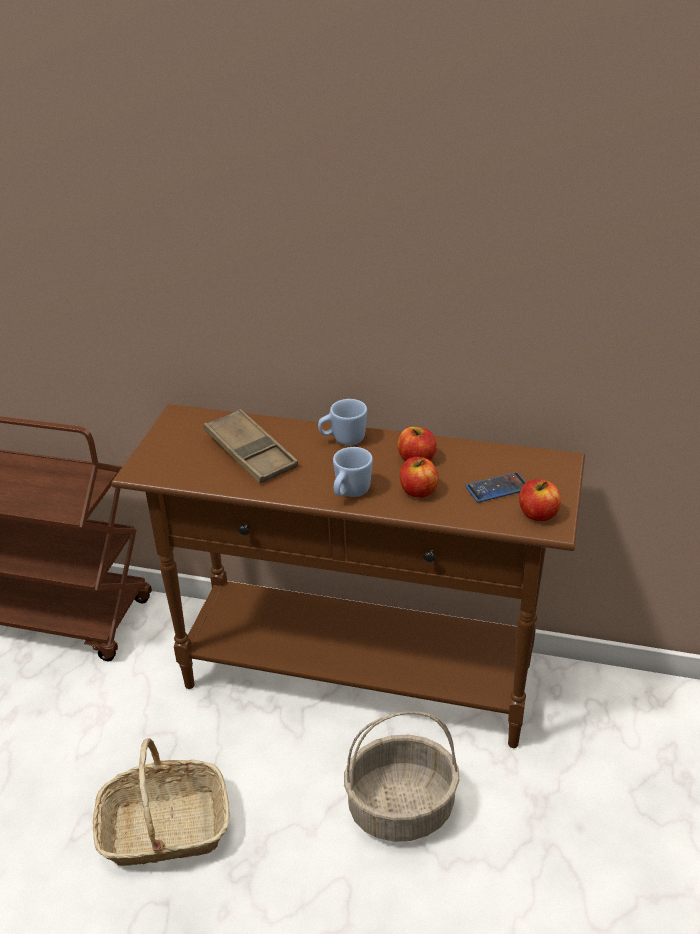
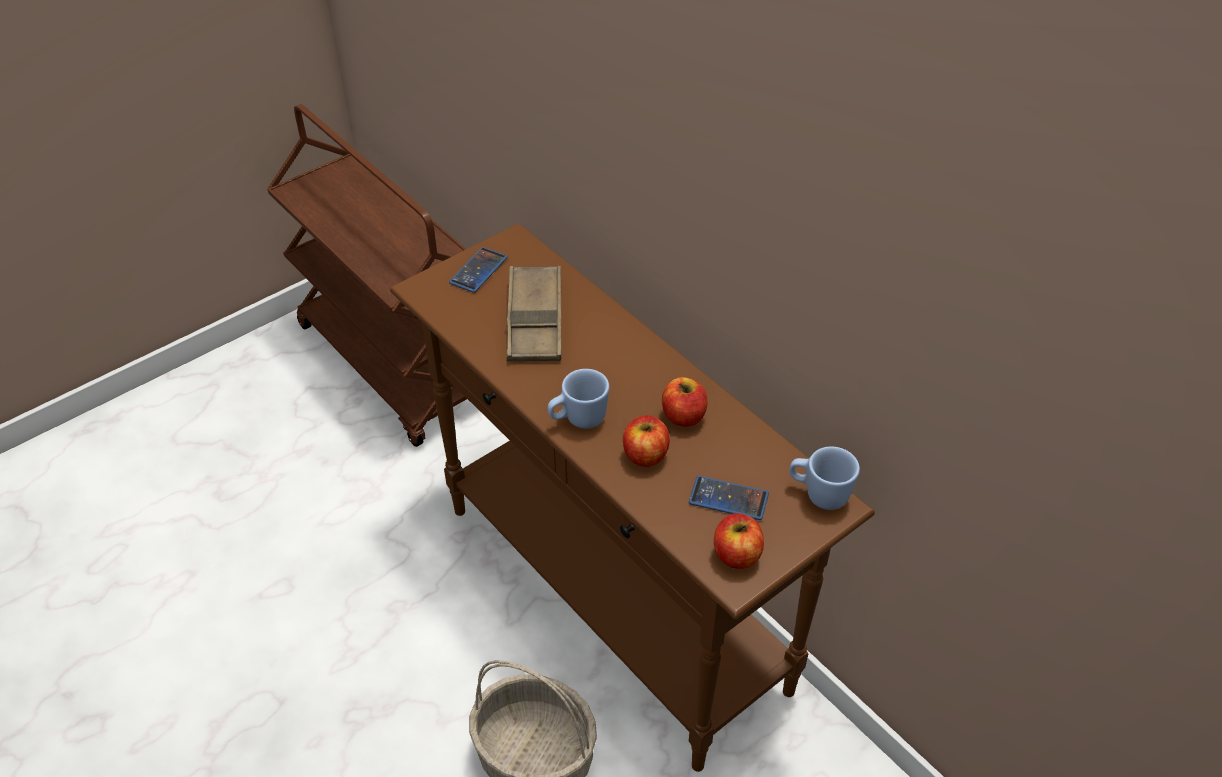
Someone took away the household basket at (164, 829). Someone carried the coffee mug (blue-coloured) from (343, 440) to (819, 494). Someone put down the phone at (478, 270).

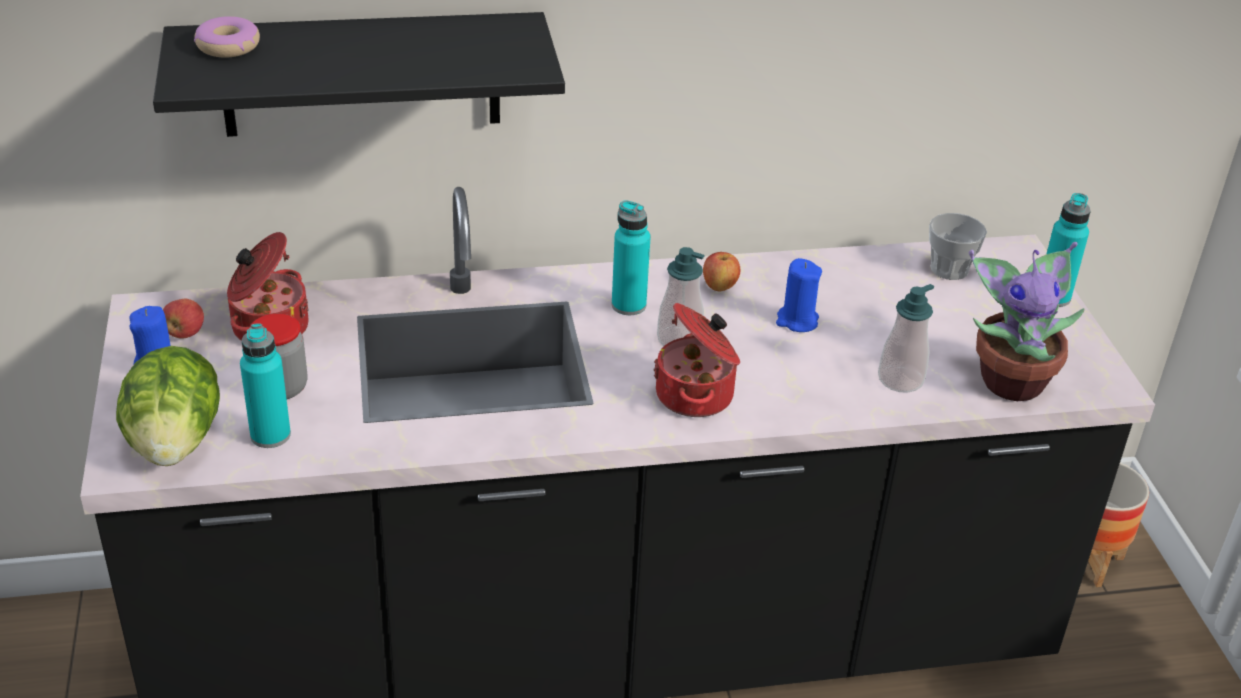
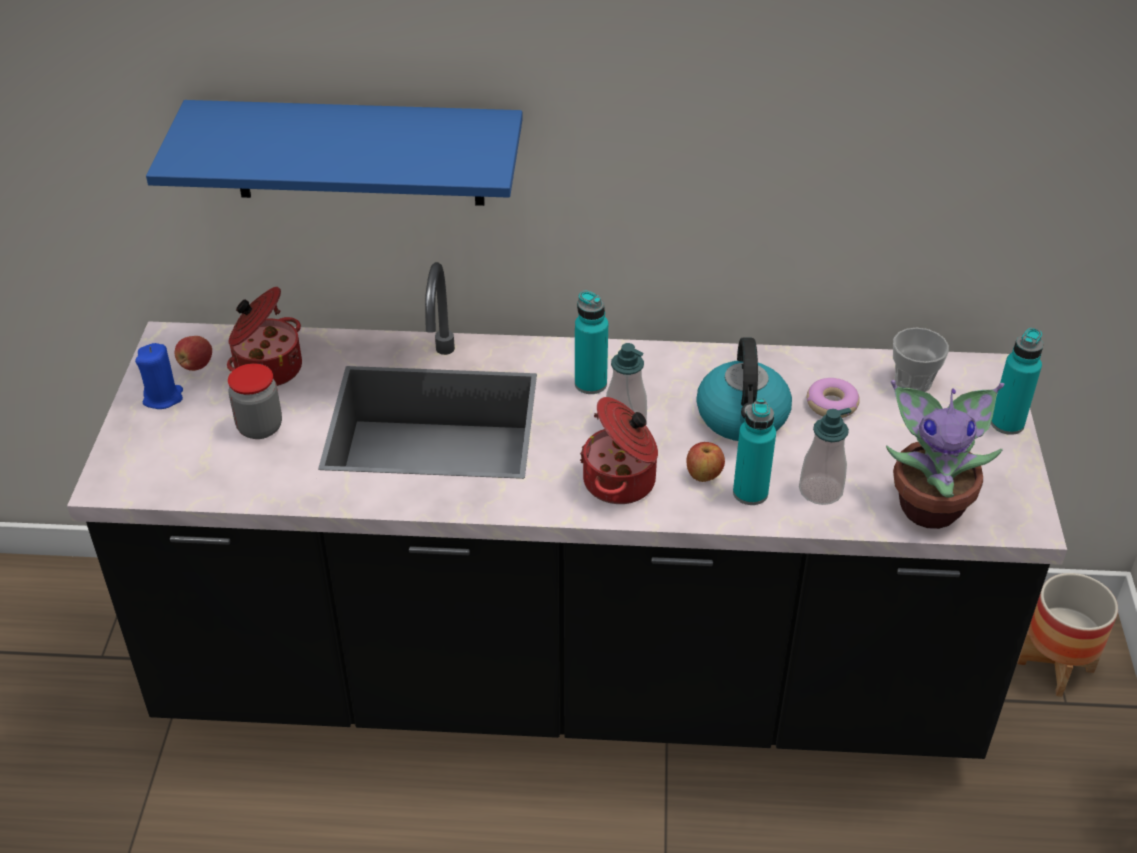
Someone took away the lettuce at (175, 443). Someone repainted the shelf (black) at (361, 74), which became the shelf (blue-coloured) at (357, 153). Someone carried the ring doughnut from (228, 46) to (832, 404). Someone carried the beverage bottle (turquoise) from (270, 435) to (750, 493). Someone carried the whole apple from (719, 286) to (703, 475). Someone swapped the wax candle (blue-coloured) at (797, 321) for the kettle at (743, 418).

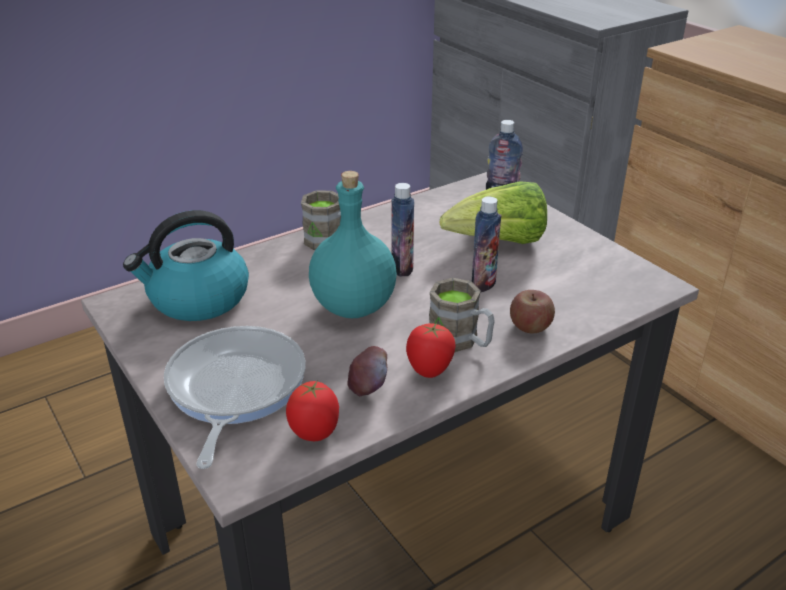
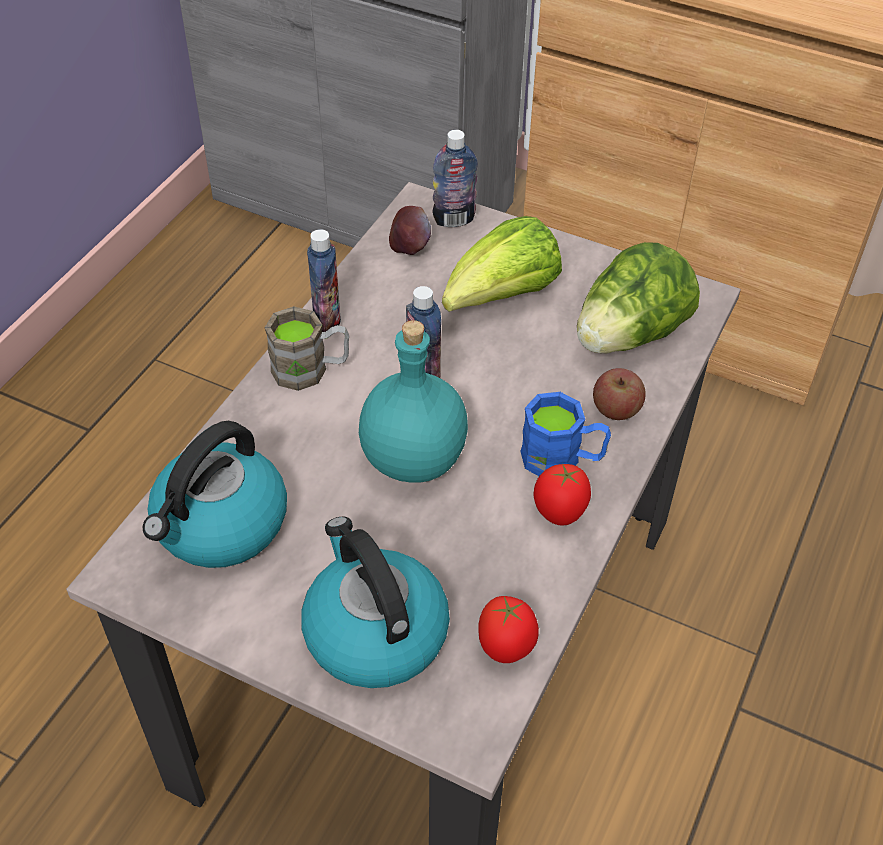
Someone swapped the skillet at (234, 389) for the kettle at (374, 632). Someone carried the whole apple from (367, 388) to (409, 246). Someone repainted the coffee mug (brownish) at (461, 341), which became the coffee mug (blue-coloured) at (562, 459). Someone carried the beverage bottle from (483, 283) to (327, 321). Someone put down the lettuce at (629, 336).

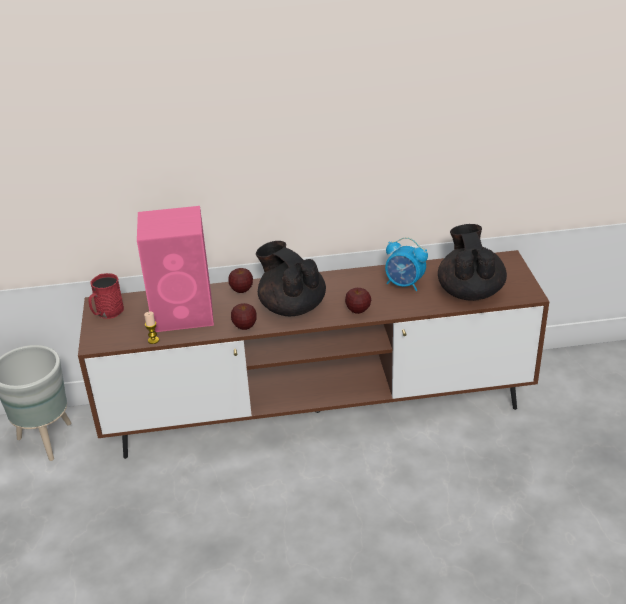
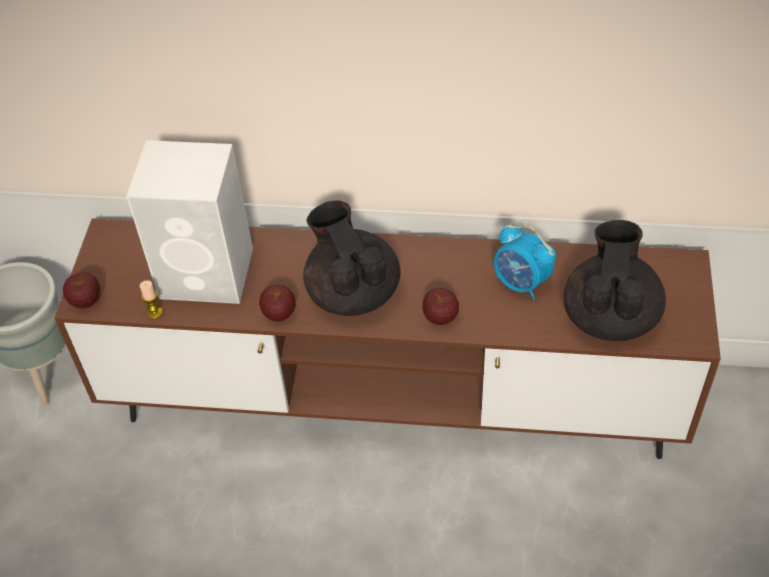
Someone took away the coffee mug (red) at (107, 312). Someone repainted the loudspeaker (pink) at (185, 313), which became the loudspeaker (white-coloured) at (209, 273). Someone carried the whole apple from (241, 290) to (86, 301).

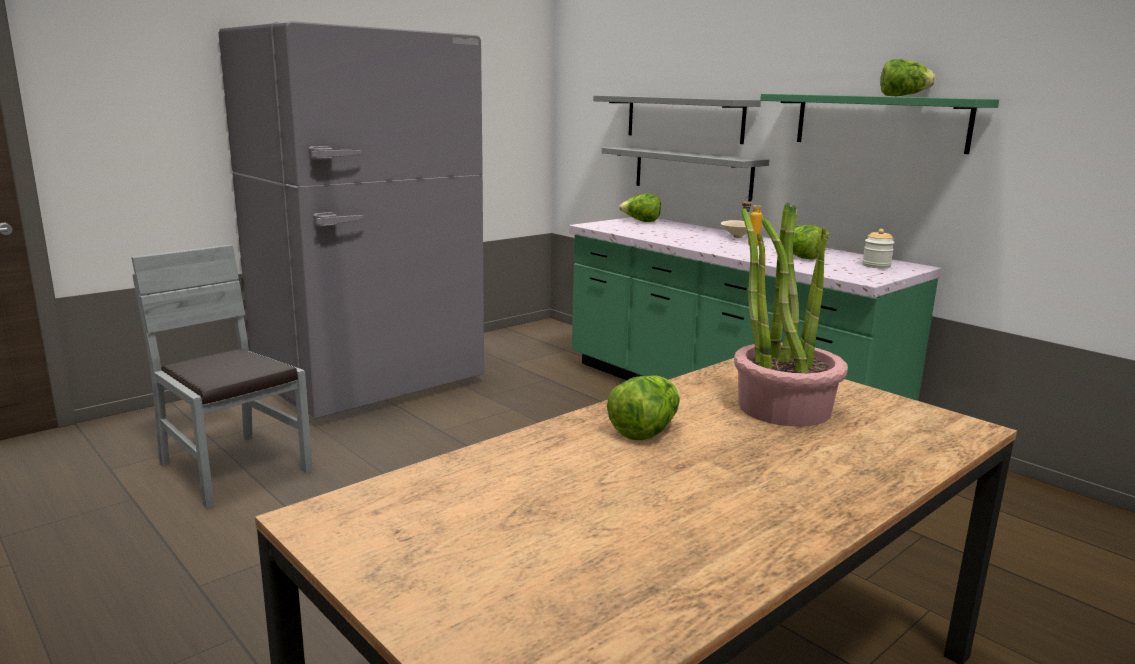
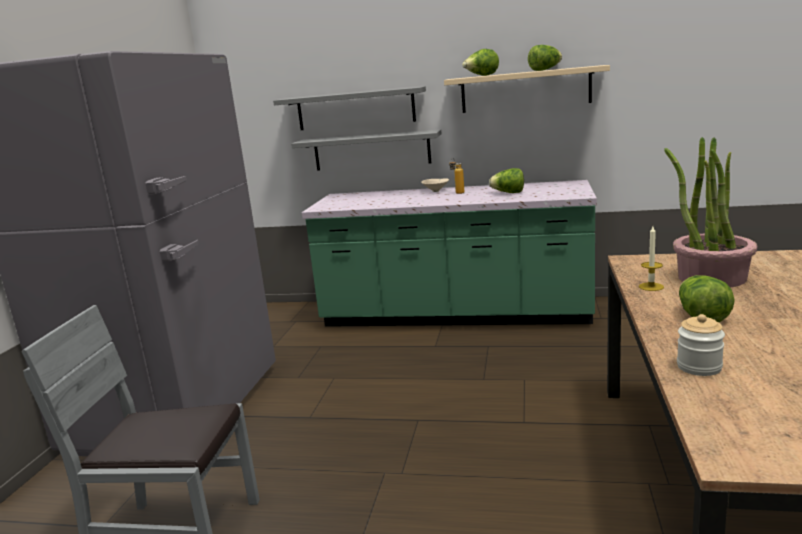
Someone carried the lettuce from (641, 221) to (481, 76). Someone repainted the shelf (greenish) at (879, 122), which became the shelf (sand-coloured) at (525, 90). Someone carried the jar from (876, 266) to (699, 367). Someone put down the wax candle at (651, 287).

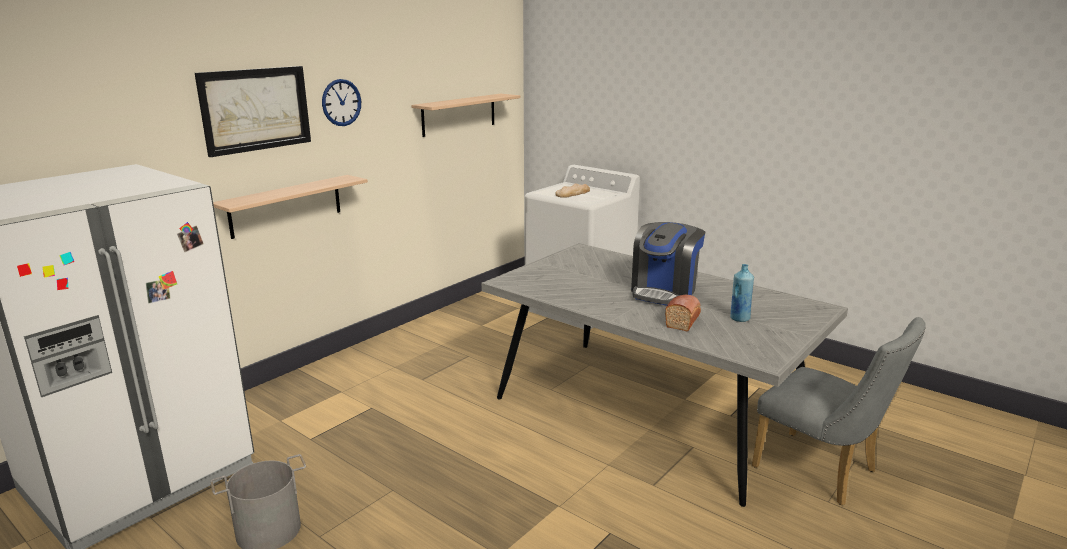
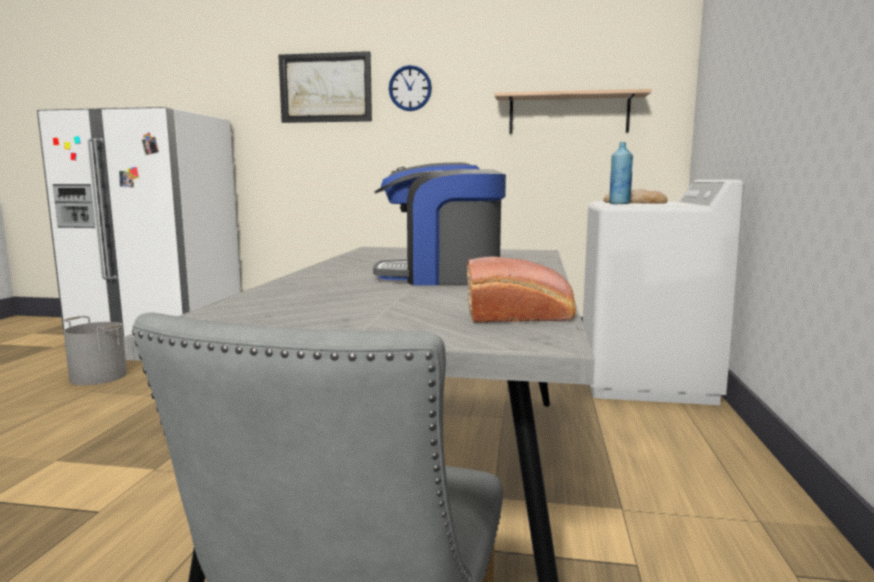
Someone took away the shelf at (286, 206). Someone carried the baked bread from (683, 320) to (521, 317). Someone carried the beverage bottle (blue-coloured) from (739, 318) to (619, 204).

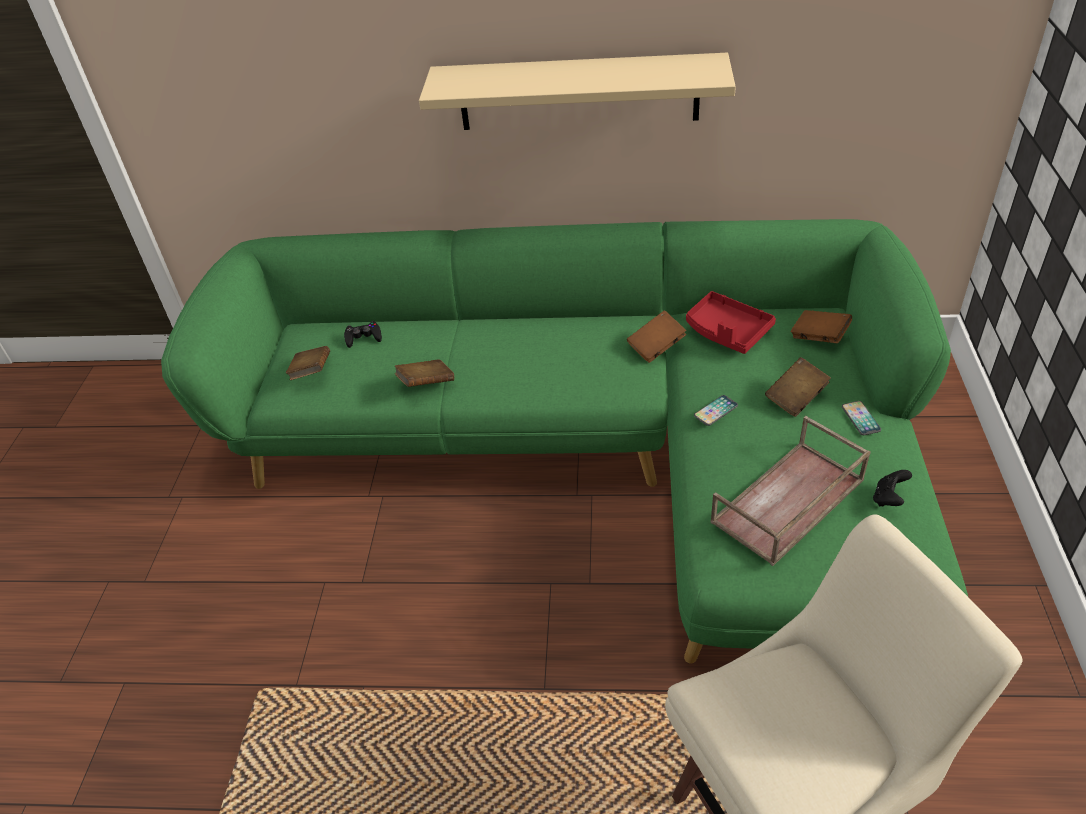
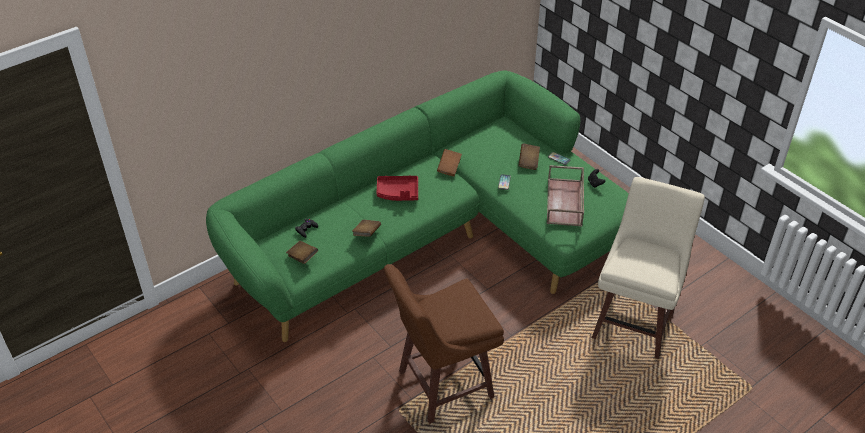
Someone took away the shelf (sand-coloured) at (578, 92). Someone carried the tray (red) from (727, 331) to (398, 193). Someone took away the volume (brownish) at (819, 337). Someone put down the sitting stool (brownish) at (442, 385).

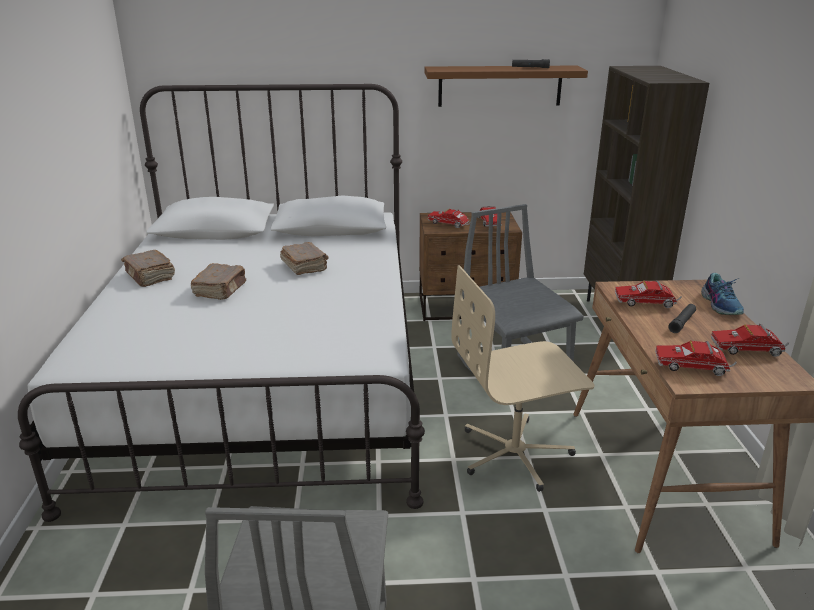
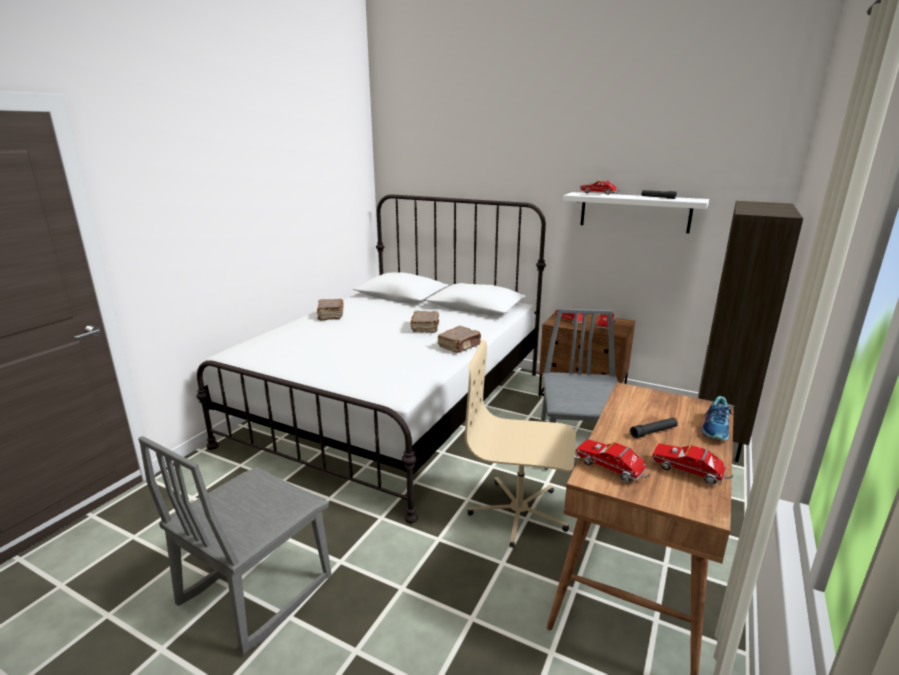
Someone carried the volume (brownish) from (221, 290) to (460, 346). Someone repainted the shelf (brownish) at (500, 86), which became the shelf (white-coloured) at (634, 212). Someone carried the toy truck from (647, 303) to (600, 194).

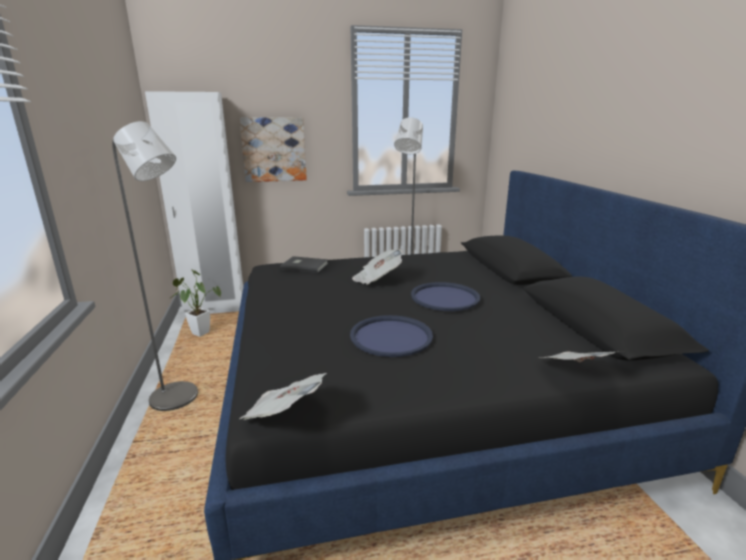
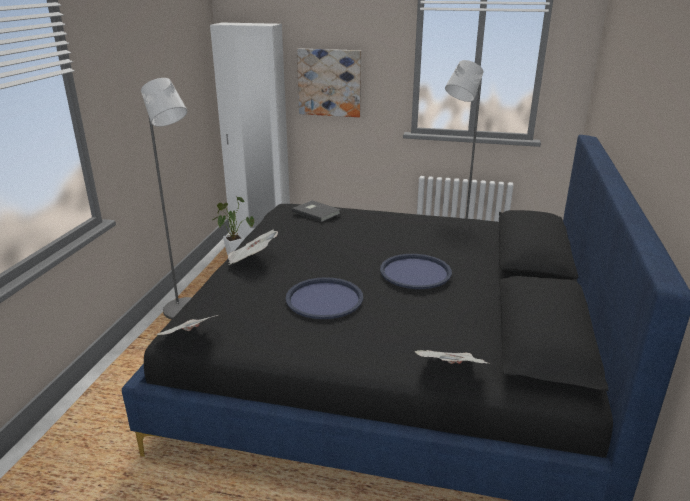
Someone carried the printed paper from (377, 279) to (251, 260).

